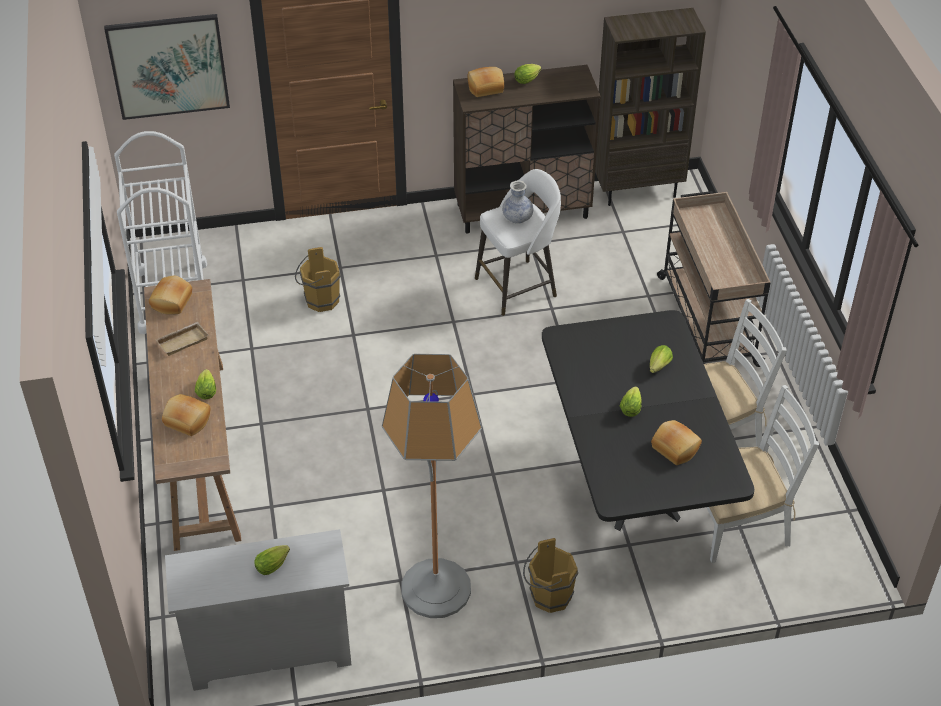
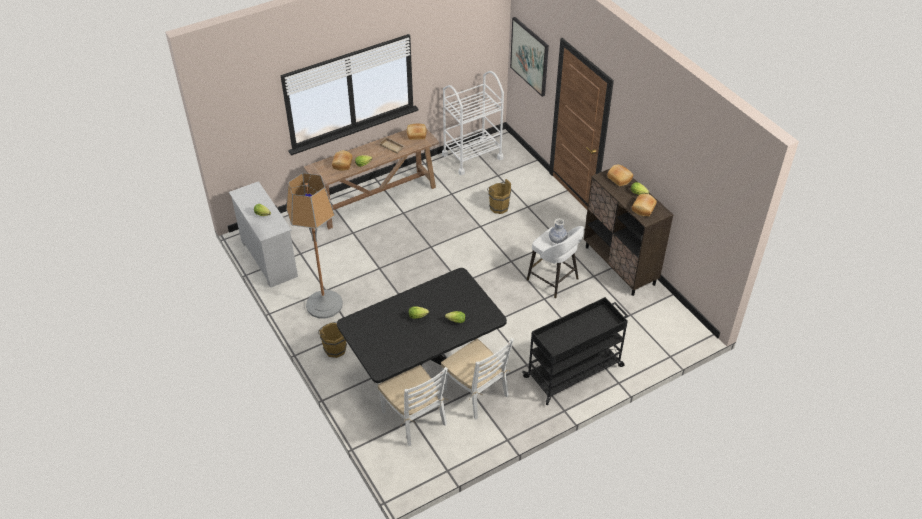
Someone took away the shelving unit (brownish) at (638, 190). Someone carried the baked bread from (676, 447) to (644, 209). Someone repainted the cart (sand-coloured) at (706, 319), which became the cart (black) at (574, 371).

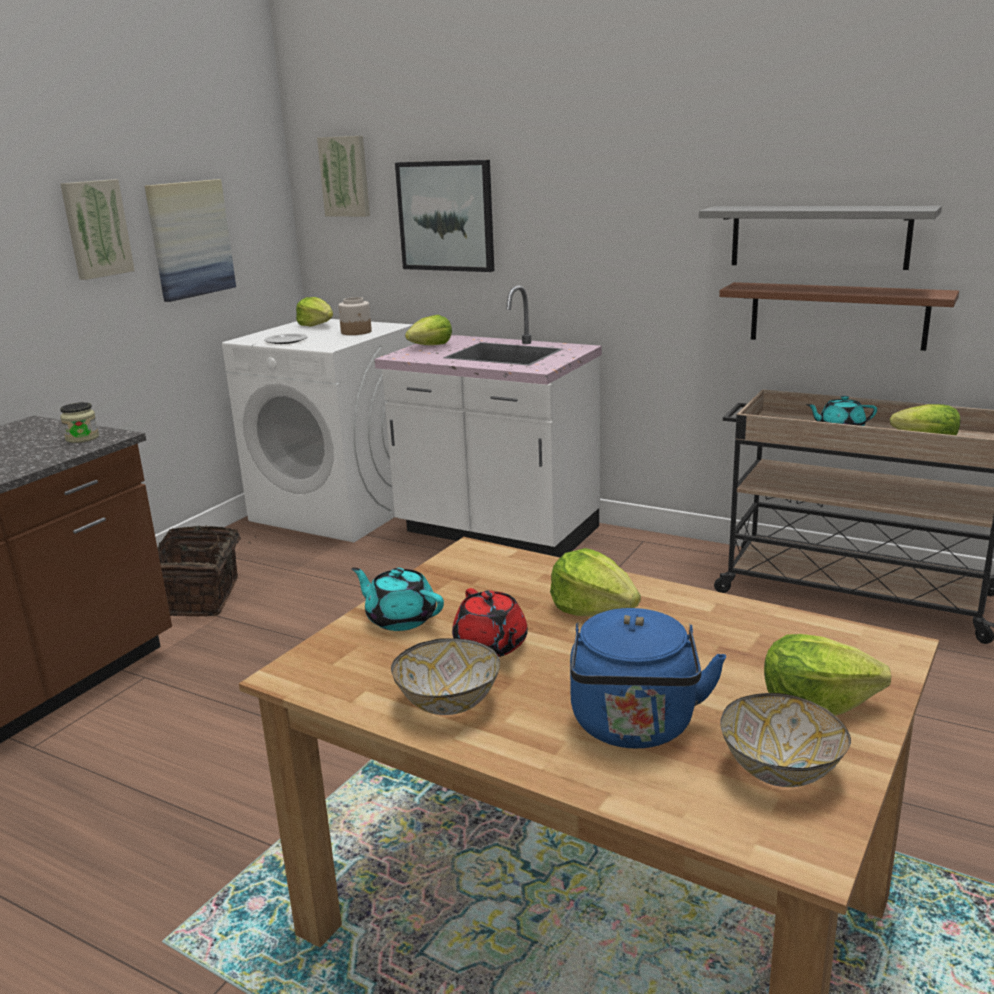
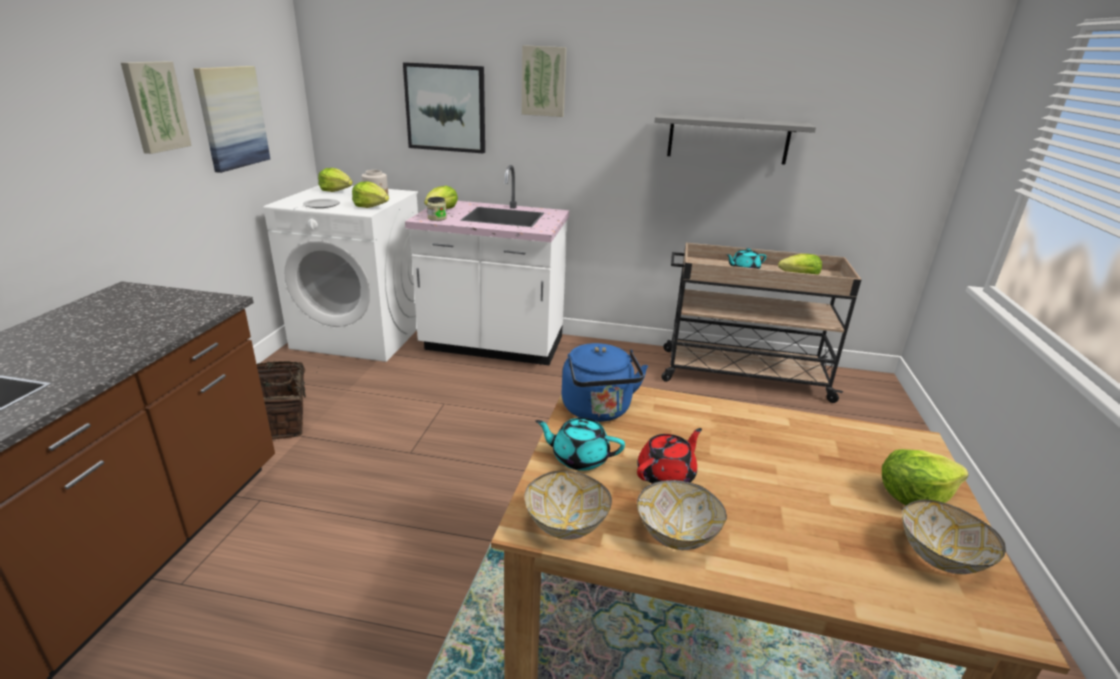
Someone carried the jar from (82, 438) to (437, 218). Someone carried the wall picture from (345, 176) to (544, 81). Someone rotated the teapot (red) at (491, 646) by 90 degrees counterclockwise. Someone carried the lettuce from (593, 609) to (371, 206). Someone carried the kettle (blue-coloured) from (634, 727) to (598, 410). Someone took away the shelf (brownish) at (837, 315). Someone put down the deep dish at (567, 525).

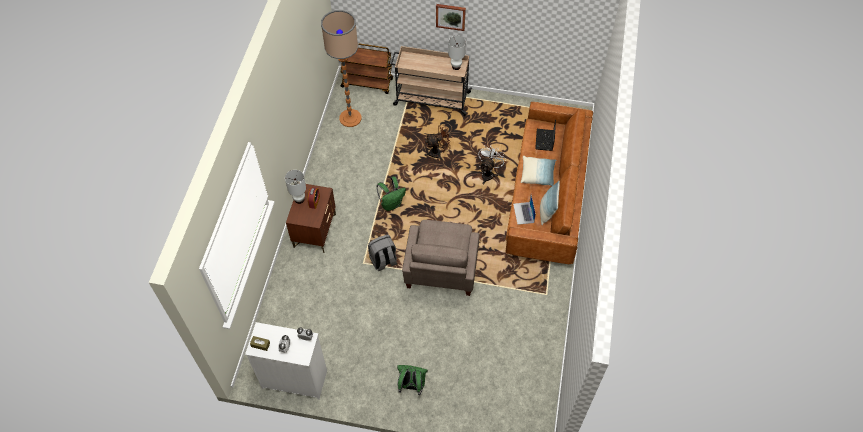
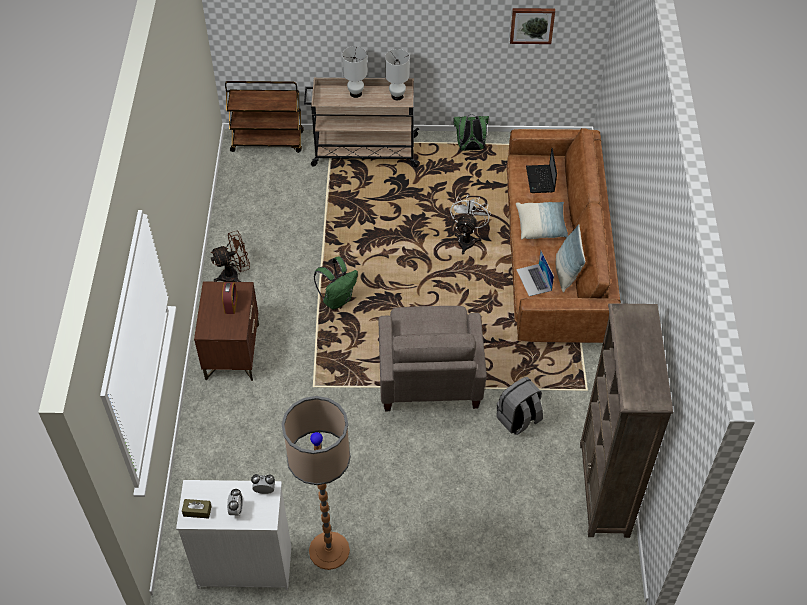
Someone carried the table lamp (white-coloured) from (299, 200) to (355, 93). Someone carried the standard lamp from (350, 118) to (329, 551). Someone carried the backpack (greyish) from (383, 261) to (518, 419). Someone carried the backpack (greenish) from (412, 385) to (470, 148). Someone carried the electric fan (brownish) from (438, 153) to (234, 275). Someone carried the wall picture from (450, 16) to (532, 25). Someone put down the shelving unit (brownish) at (604, 490).

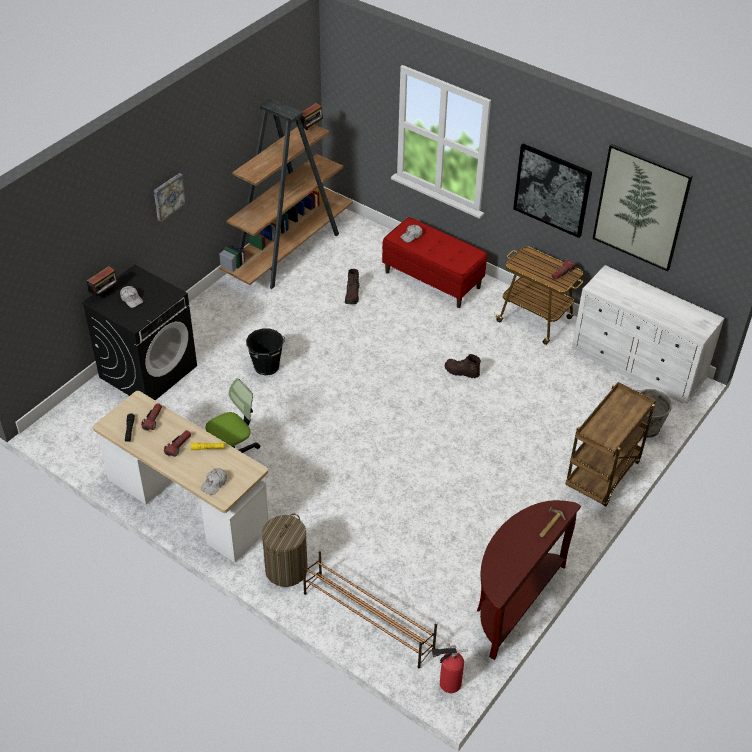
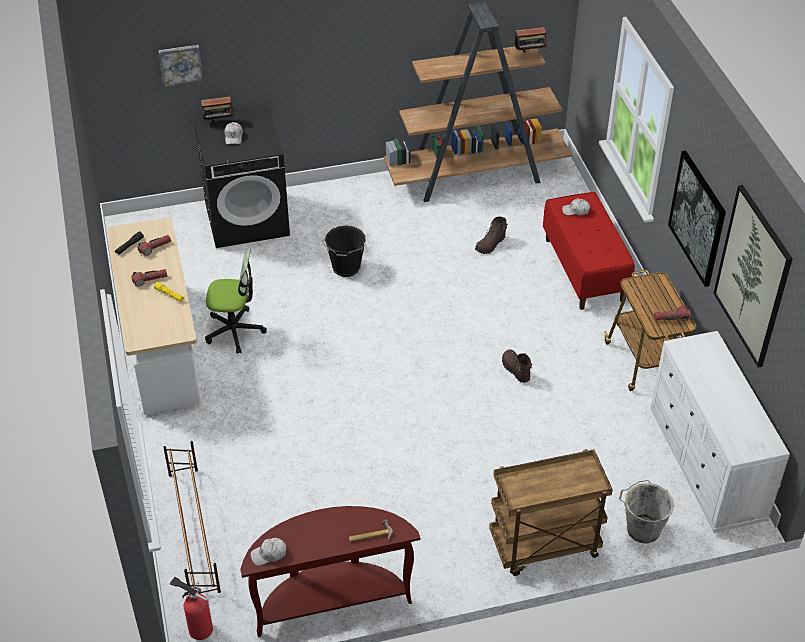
Someone carried the wall picture from (168, 196) to (180, 64). Someone carried the cap (white-coloured) from (214, 484) to (269, 554). Someone took away the hamper at (286, 569).

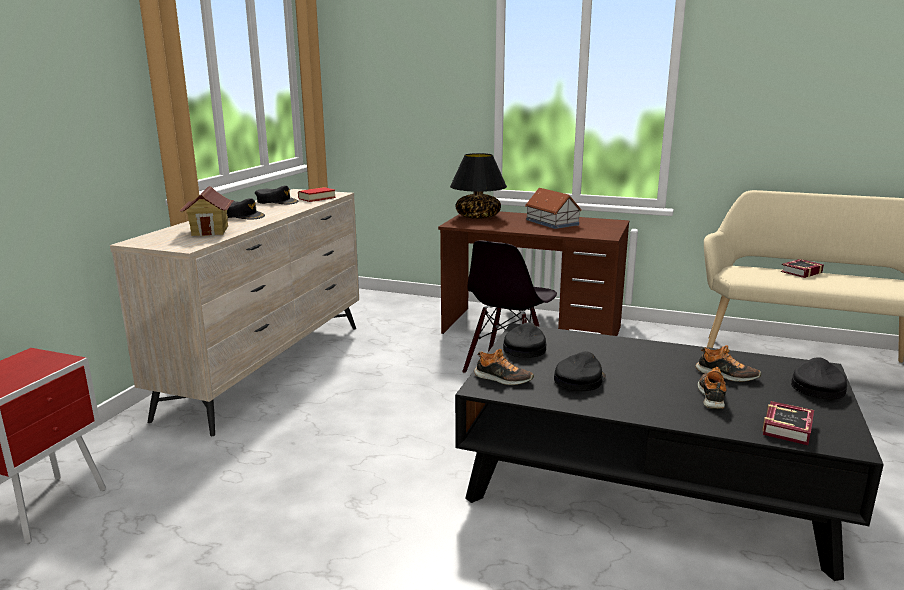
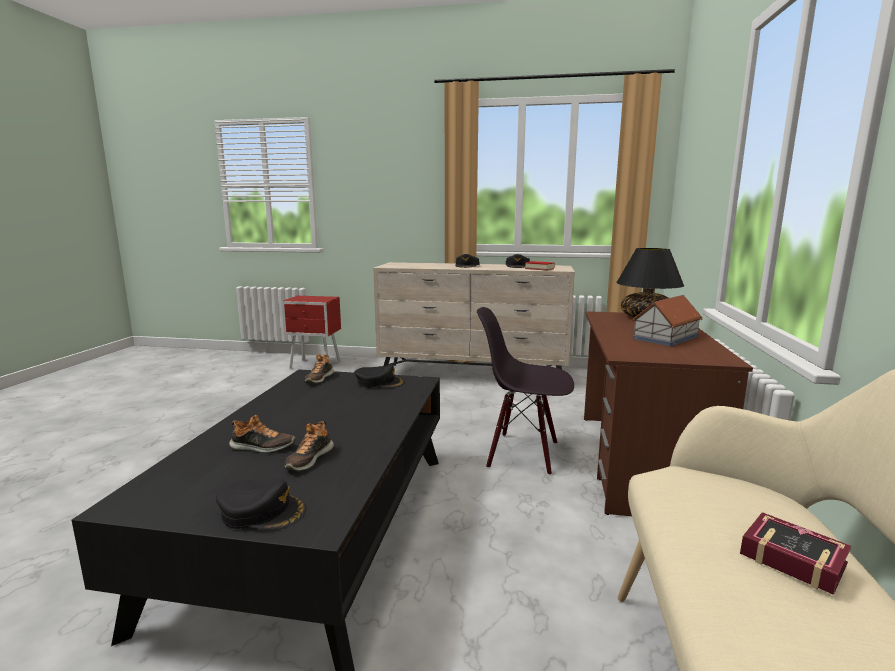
Someone took away the miniature house at (210, 231). Someone took away the cap (black) at (579, 379). Someone took away the volume at (789, 427).

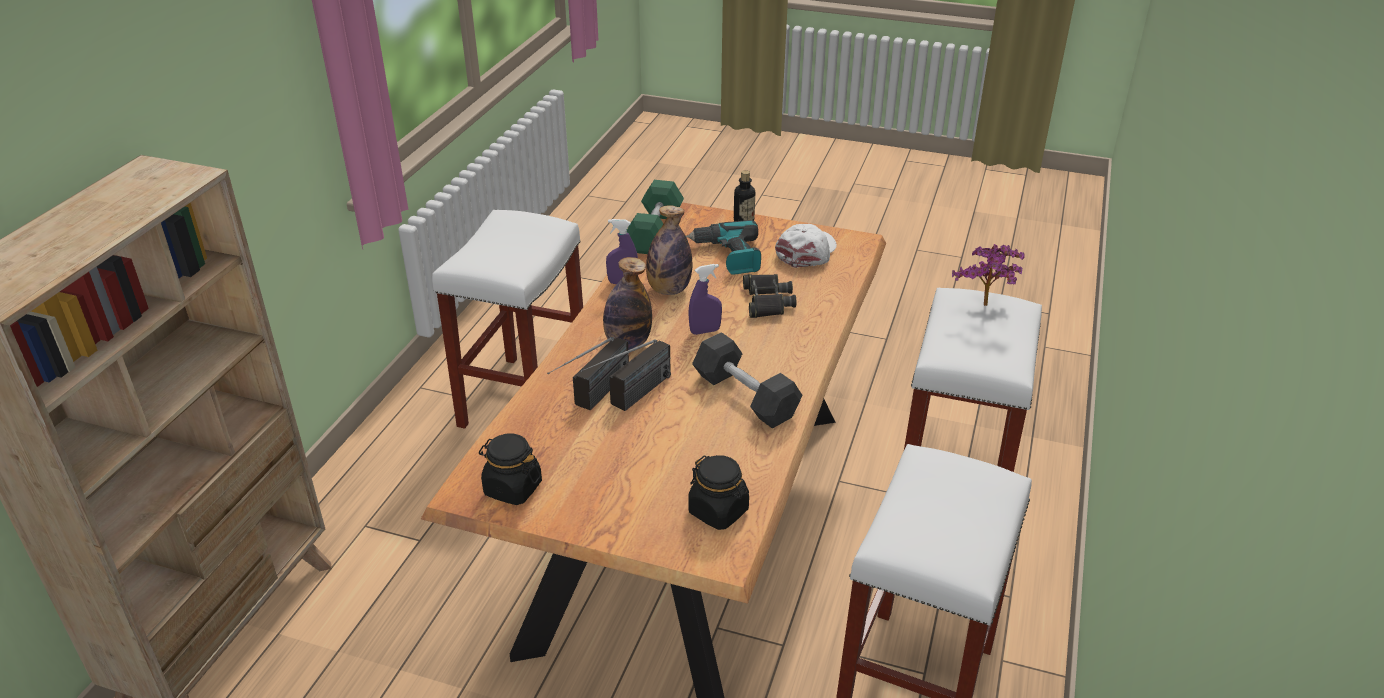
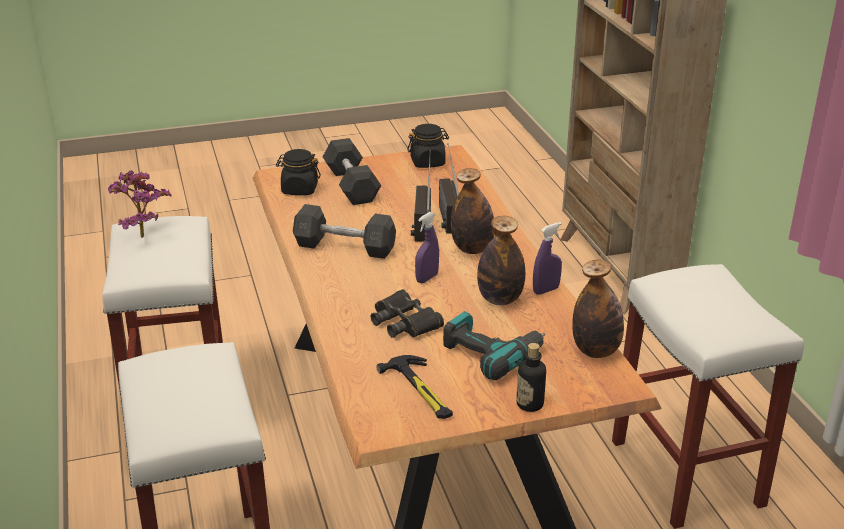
Someone swapped the hand weight (greenish) at (654, 232) for the beverage bottle at (596, 351). Someone swapped the cap (white-coloured) at (807, 252) for the hammer at (421, 390). Someone carried the plant in a pot from (986, 308) to (141, 234). Someone put down the hand weight (greyish) at (351, 185).

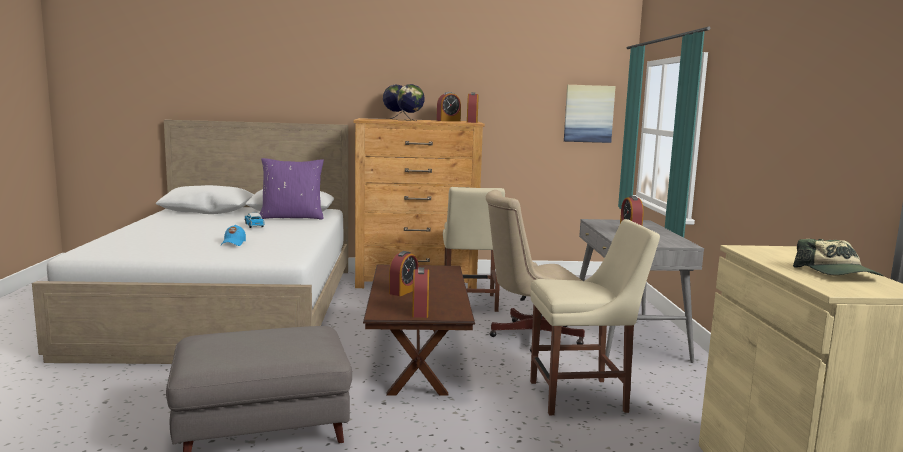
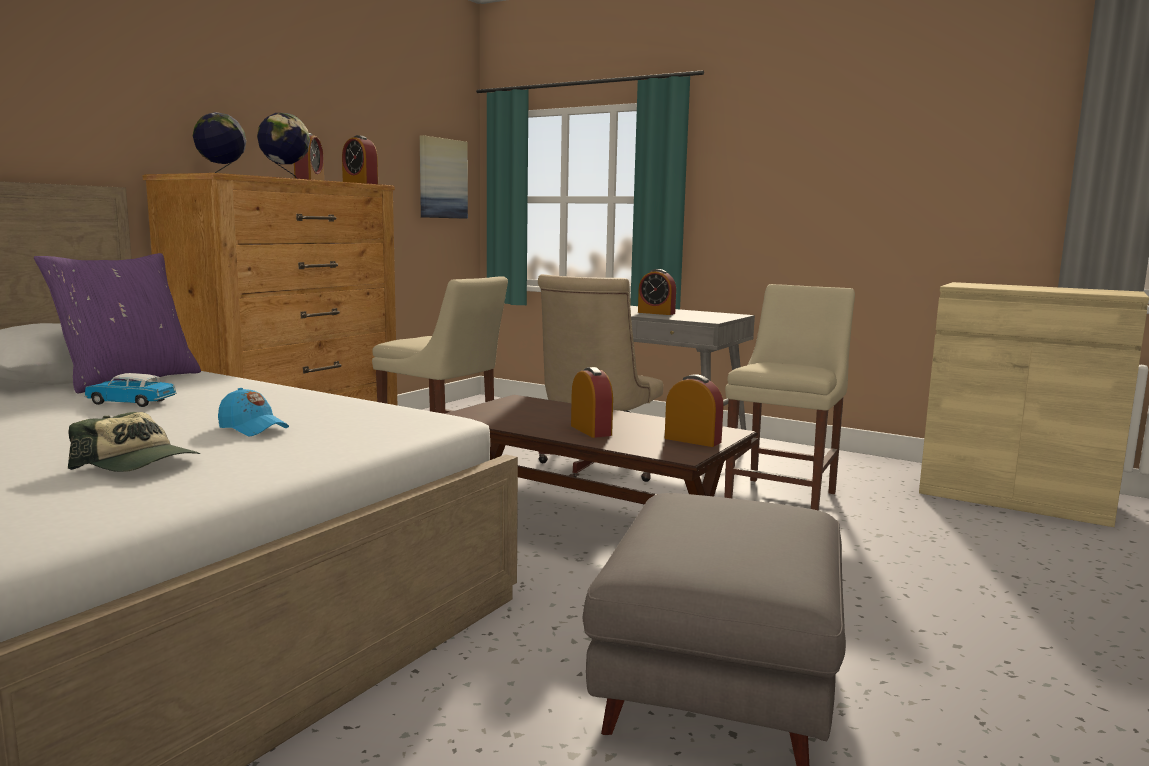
Someone carried the cap from (837, 273) to (138, 464).

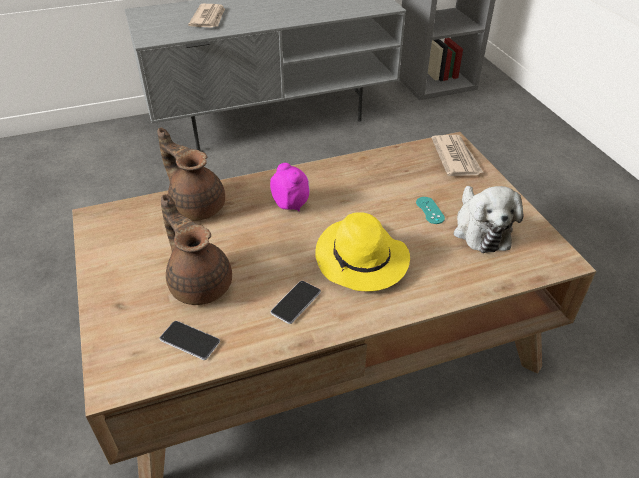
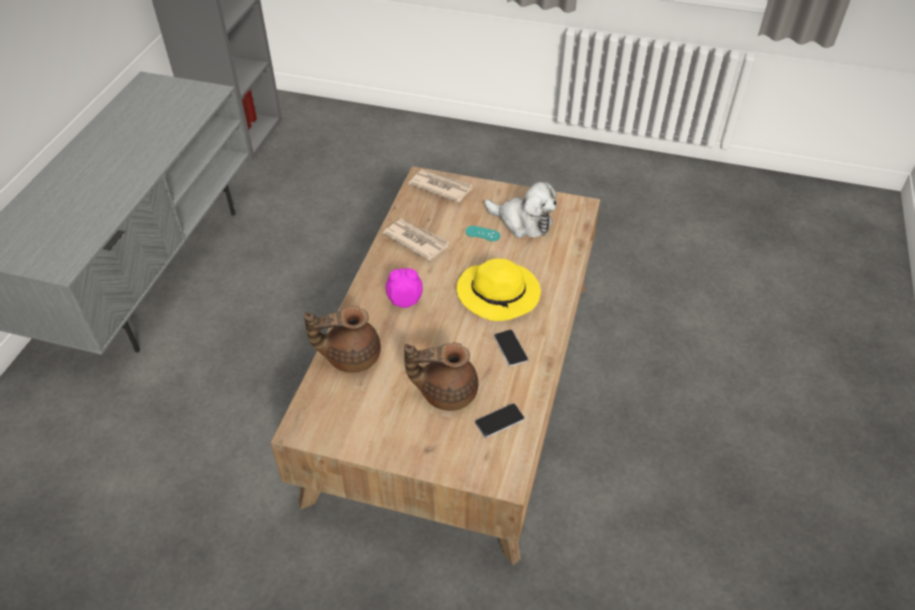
Someone carried the printed paper from (209, 18) to (416, 240).

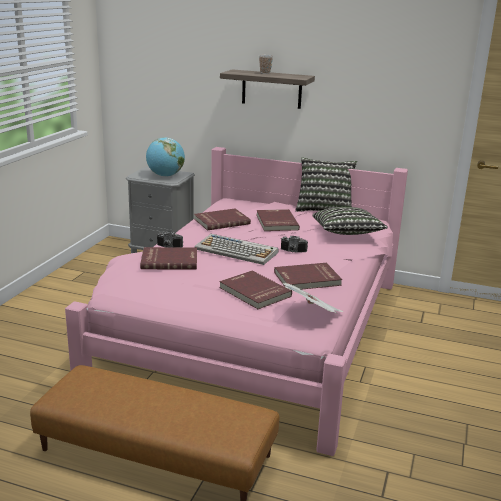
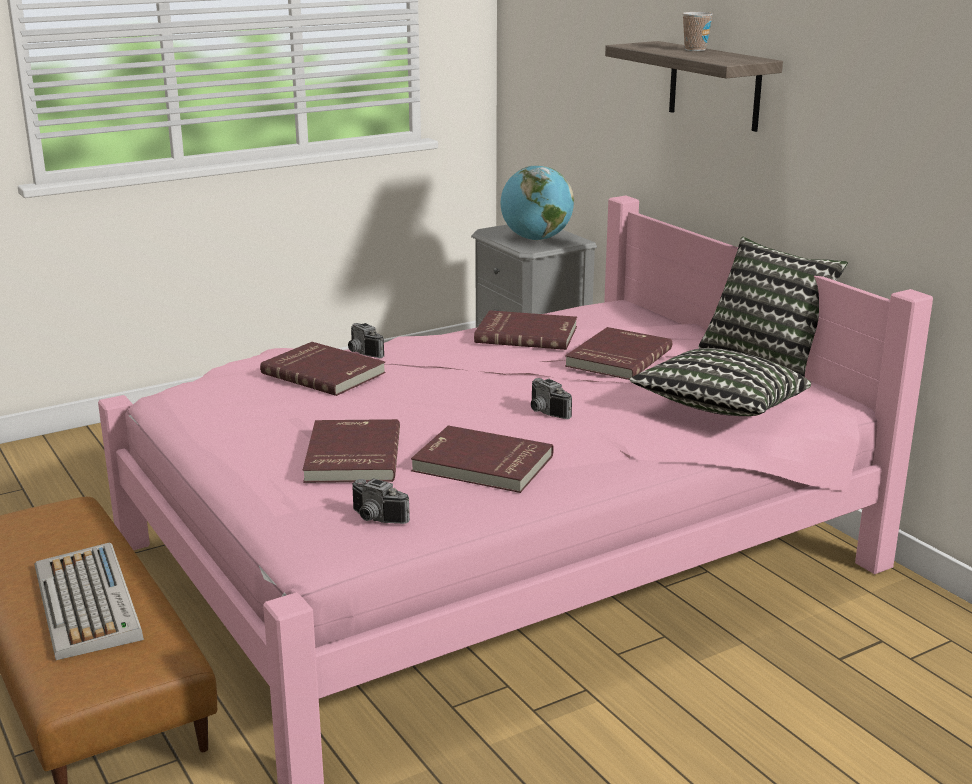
Someone carried the computer keyboard from (237, 251) to (88, 603). Someone swapped the printed paper at (312, 313) for the still camera at (375, 519).

